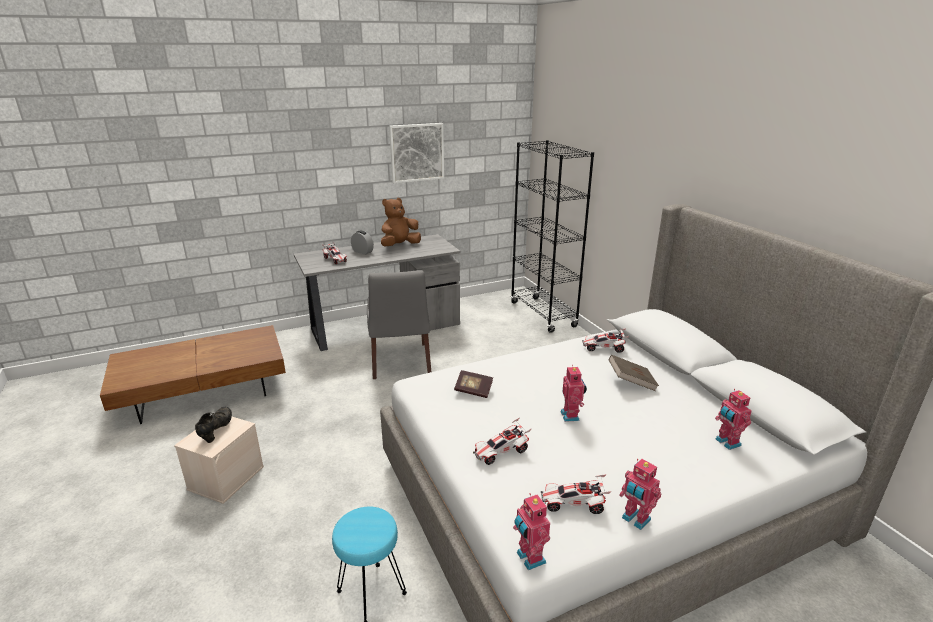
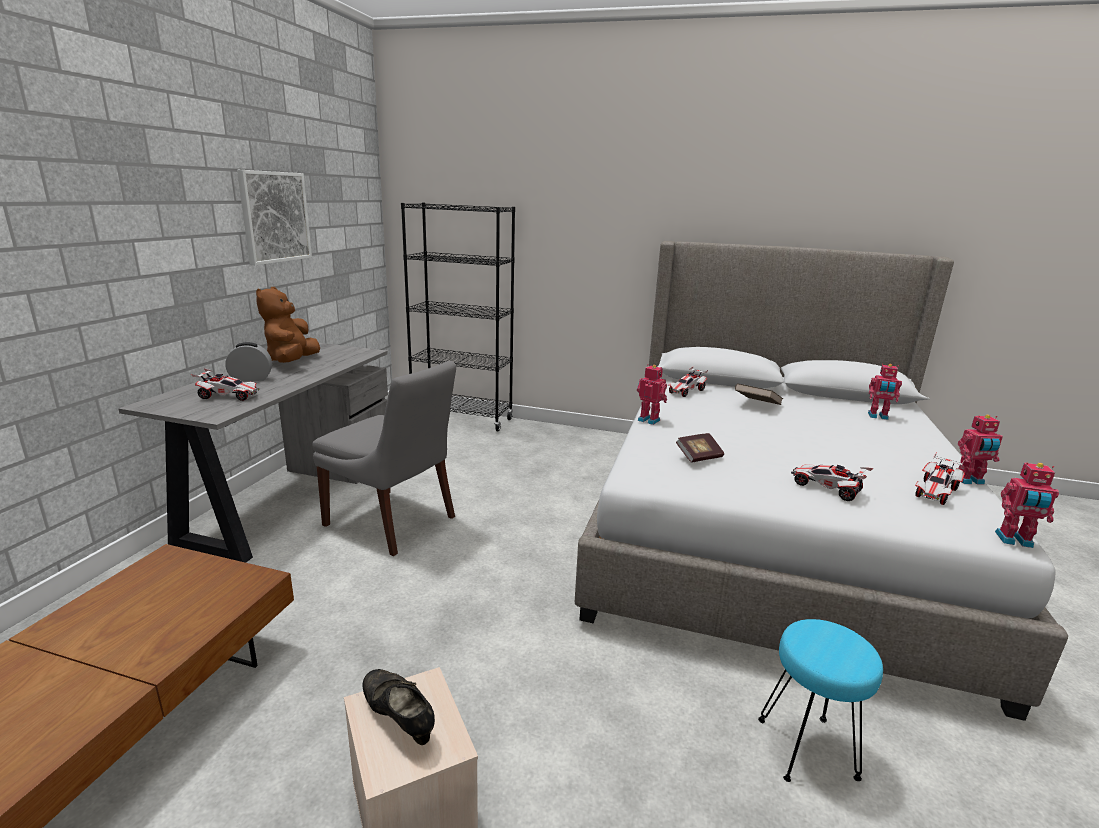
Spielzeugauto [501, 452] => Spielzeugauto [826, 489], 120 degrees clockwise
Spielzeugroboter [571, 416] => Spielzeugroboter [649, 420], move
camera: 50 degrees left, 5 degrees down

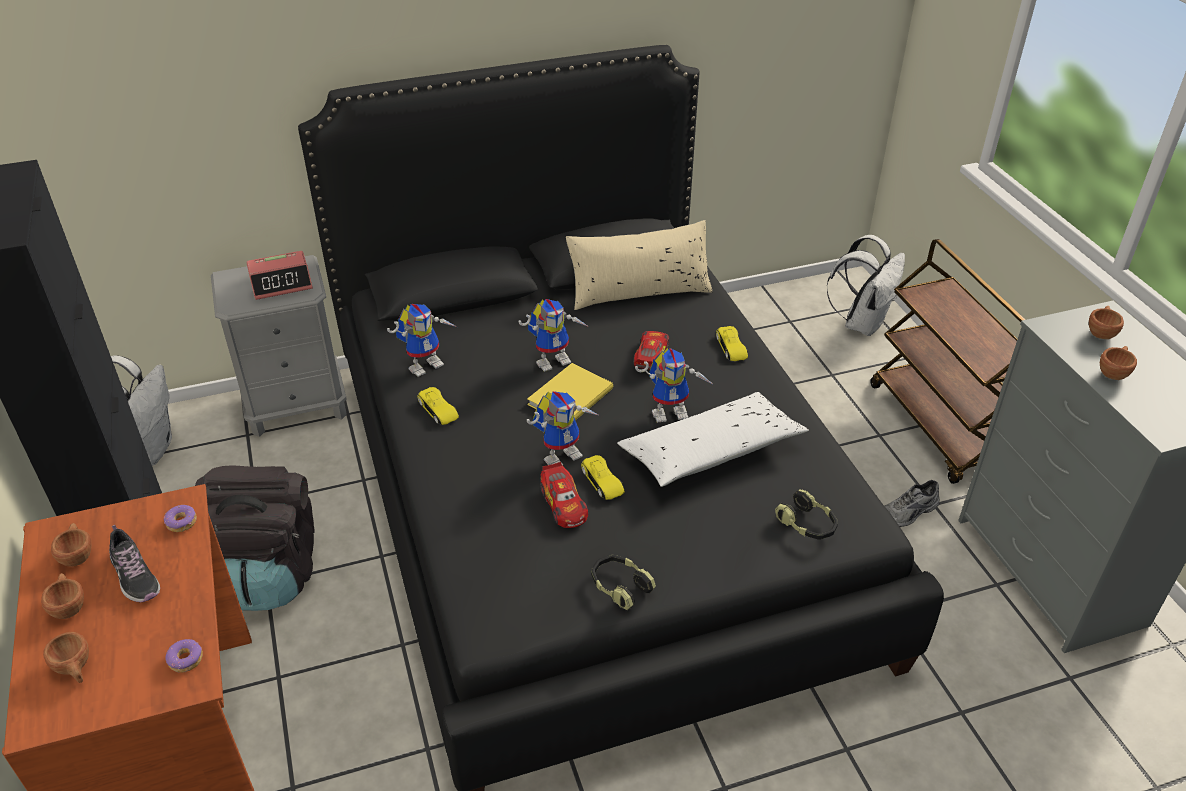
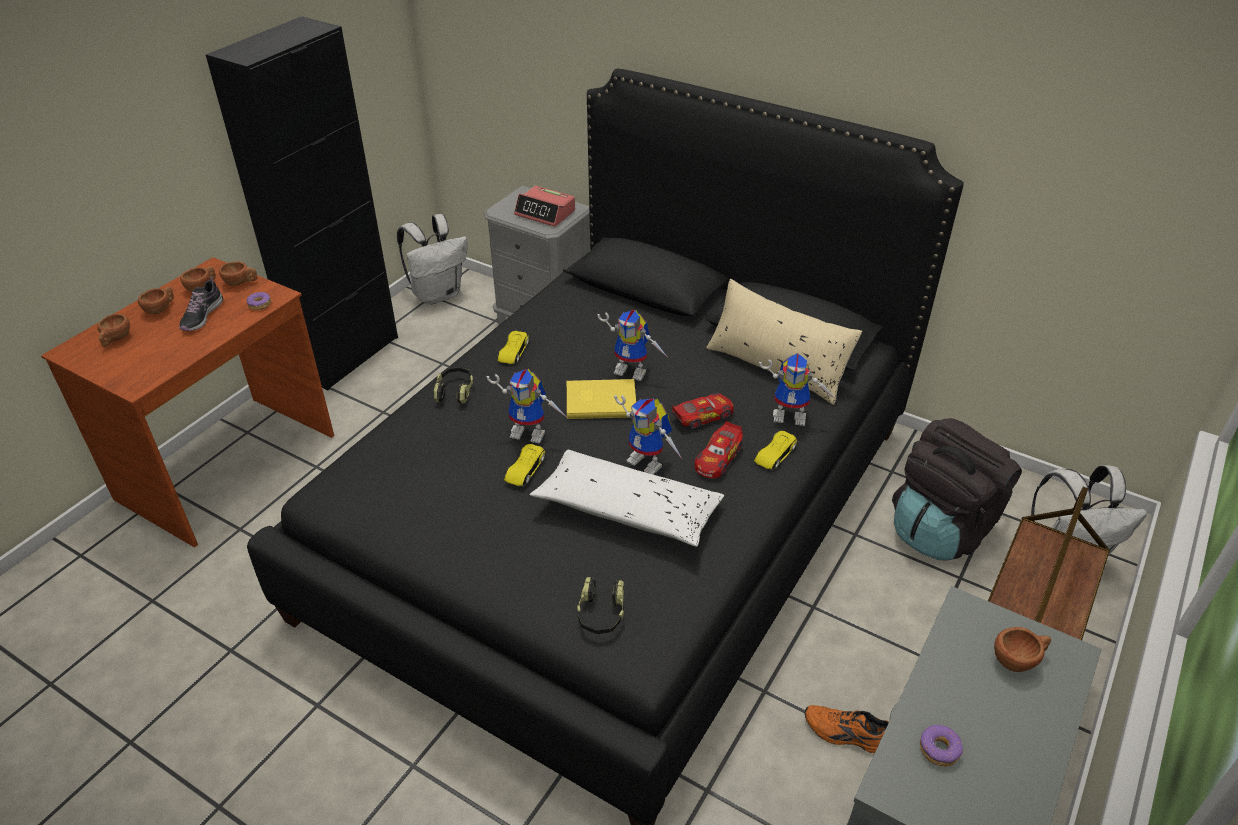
Donut [186, 659] => Donut [939, 750], move
Rucksack (schwarz) [270, 572] => Rucksack (schwarz) [941, 528], move
Spielzeugroboter [426, 363] => Spielzeugroboter [792, 415], move
Spielzeugauto [563, 504] => Spielzeugauto [718, 458], move
Kopfhörer [620, 587] => Kopfhörer [455, 391], move
Schuh (grau) [908, 513] => Schuh (orange) [846, 735]
Tasse (braun) [1114, 372] => Tasse (braun) [241, 282], move
camera: 50 degrees right, 0 degrees up

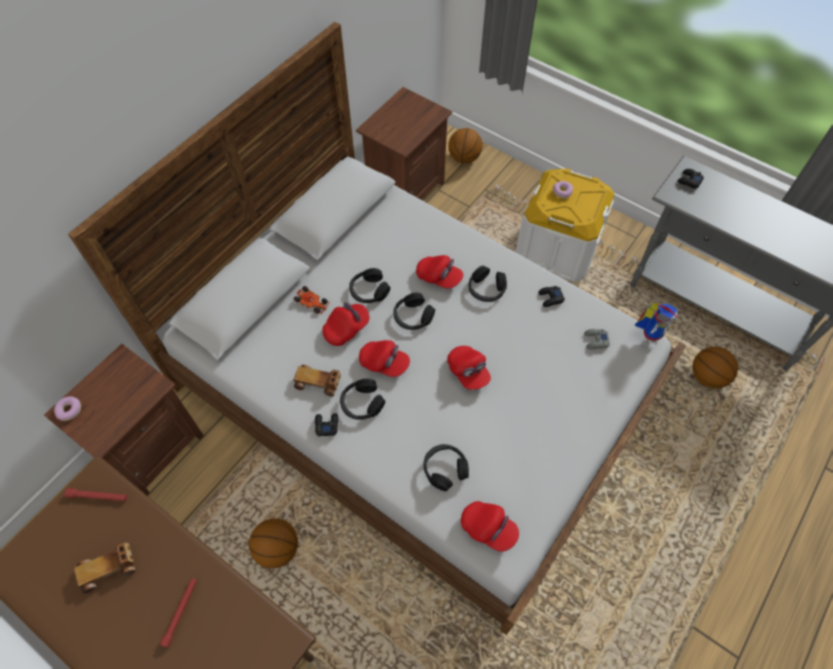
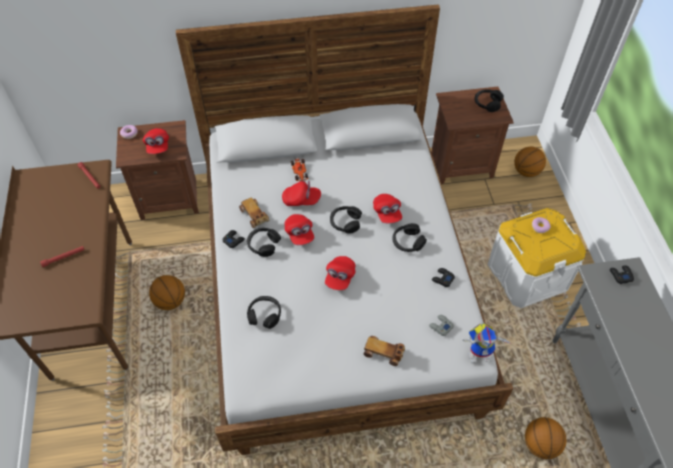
Spielzeugauto [110, 568] => Spielzeugauto [384, 353], move
Kopfhörer (schwarz) [369, 291] => Kopfhörer (schwarz) [487, 103], move
Kappe (rot) [488, 529] => Kappe (rot) [158, 146], move
camera: 45 degrees right, 5 degrees down

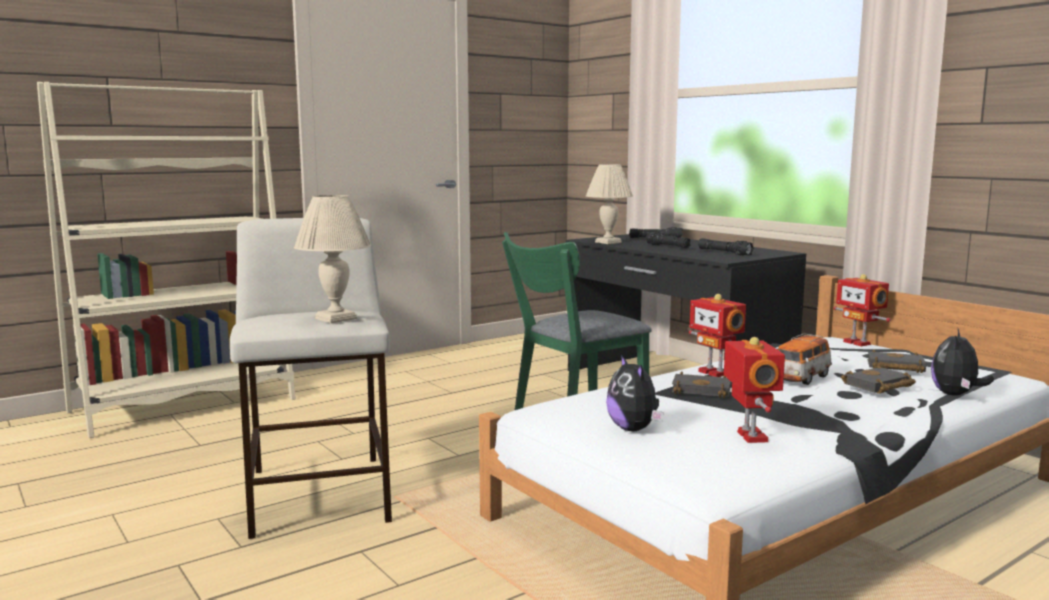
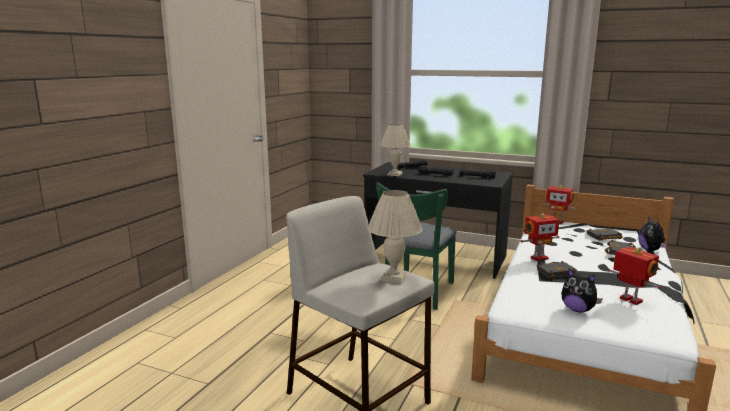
Bücherregal (beige) [184, 406] => nothing
Spielzeugroboter [714, 373] => Spielzeugroboter [538, 258], 45 degrees counterclockwise
Spielzeugauto [800, 378] => nothing
camera: 30 degrees left, 5 degrees up

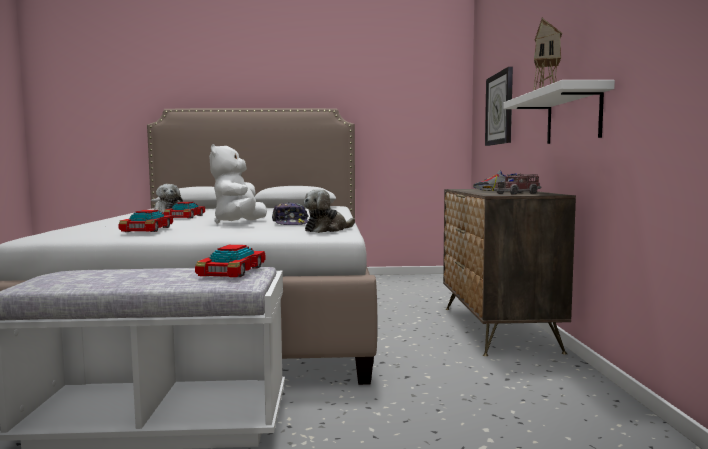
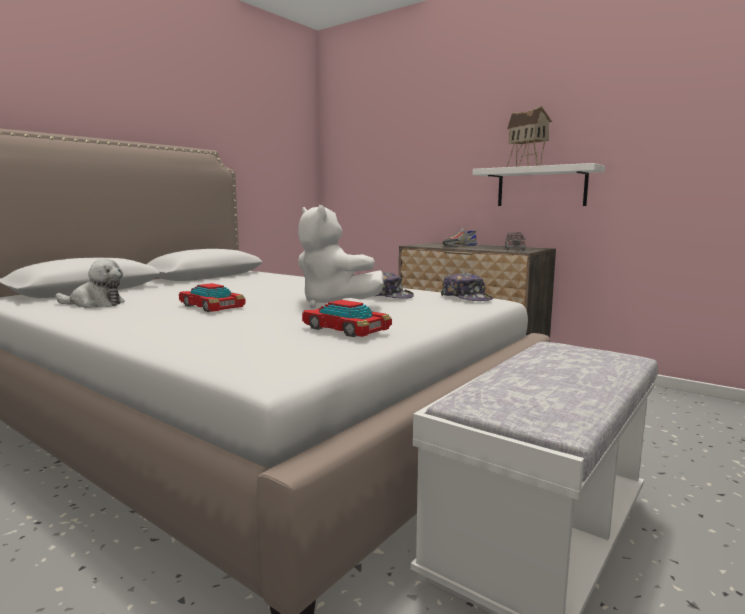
Spielzeugauto [233, 271] => nothing
Plüschtier [327, 230] => Kappe [466, 298]
Wanduhr [499, 109] => nothing
camera: 50 degrees left, 5 degrees up

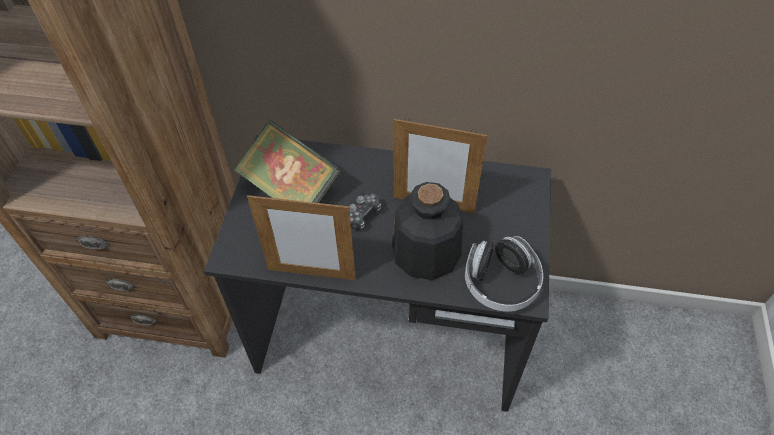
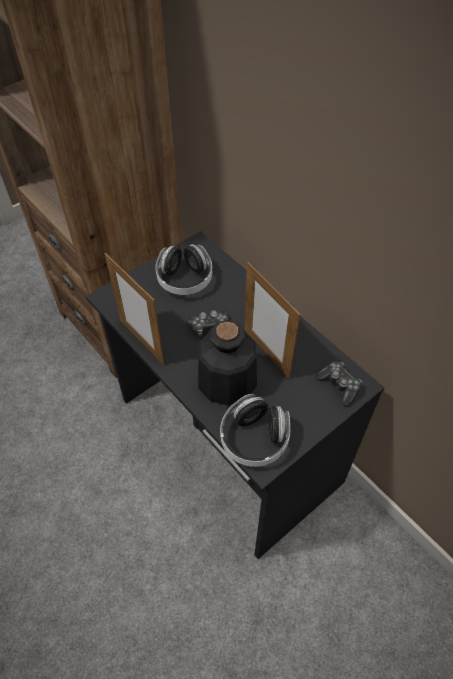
Buch [291, 189] => Kopfhörer [185, 280]
nothing => Gamepad [339, 386]
camera: 40 degrees right, 0 degrees up

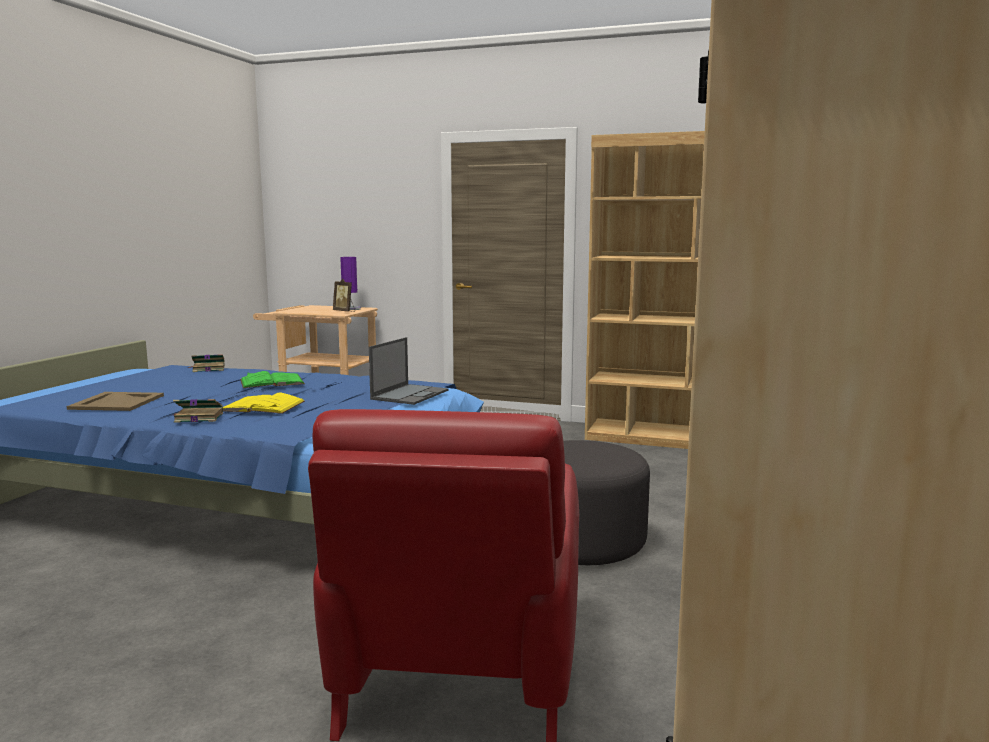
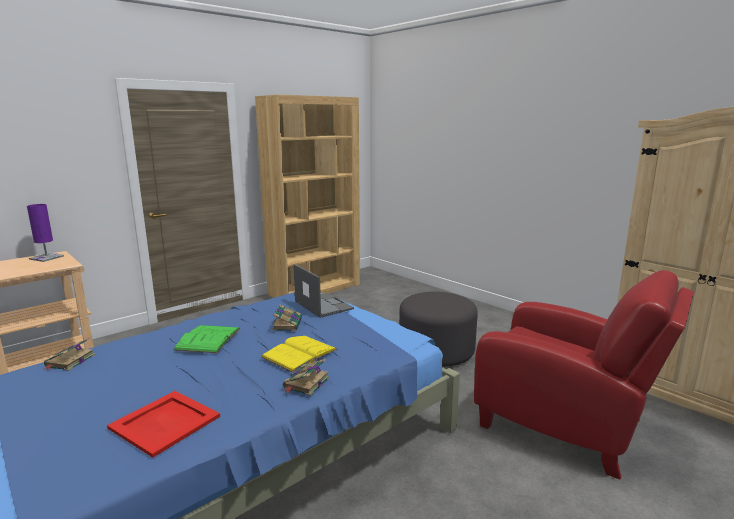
Tablett (beige) [117, 402] => Tablett (rot) [166, 422]
Bilderrahmen [344, 311] => nothing
nothing => Buch [287, 324]
camera: 60 degrees left, 5 degrees up

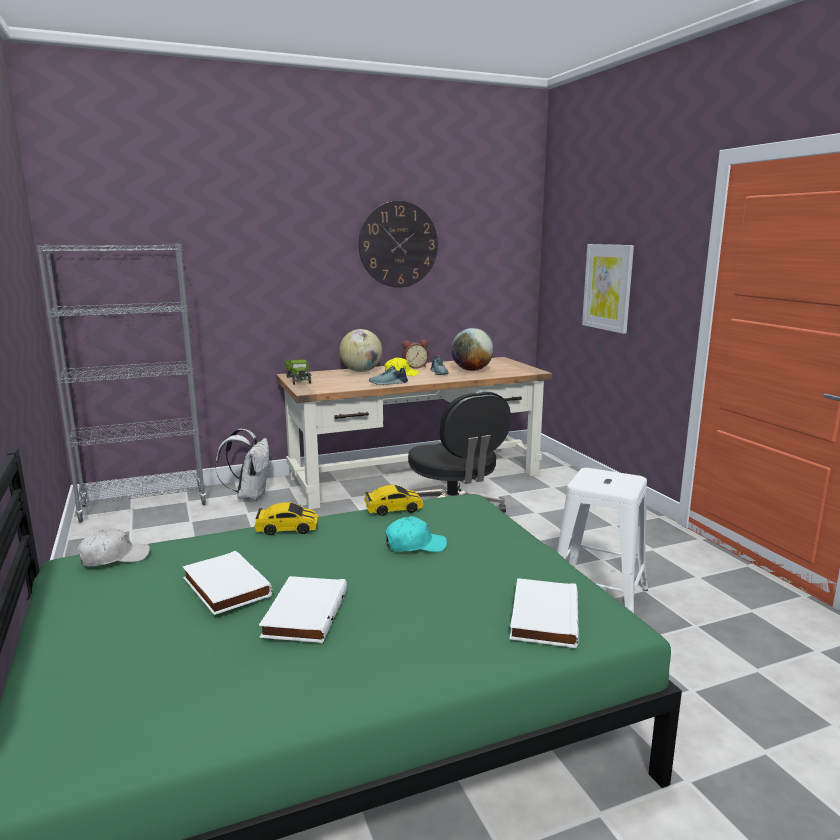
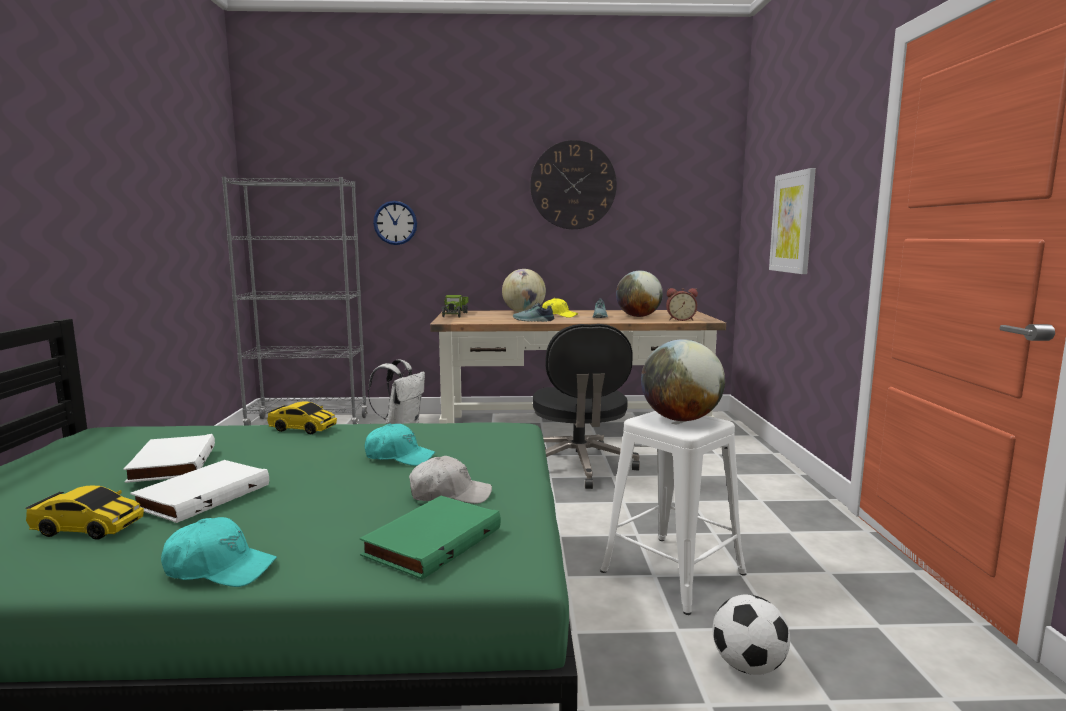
Kappe (weiß) [114, 557] => Kappe (weiß) [449, 495], move
Spielzeugauto [393, 509] => Spielzeugauto [88, 528], move
Wecker [414, 367] => Wecker [680, 319], move
Buch (weiß) [542, 616] => Buch (grün) [431, 541]
nothing => Kappe (türkis) [219, 569]
nothing => Wanduhr [395, 223]
nothing => Globus [681, 419]
nothing => Fußball [748, 666]
camera: 20 degrees right, 5 degrees down

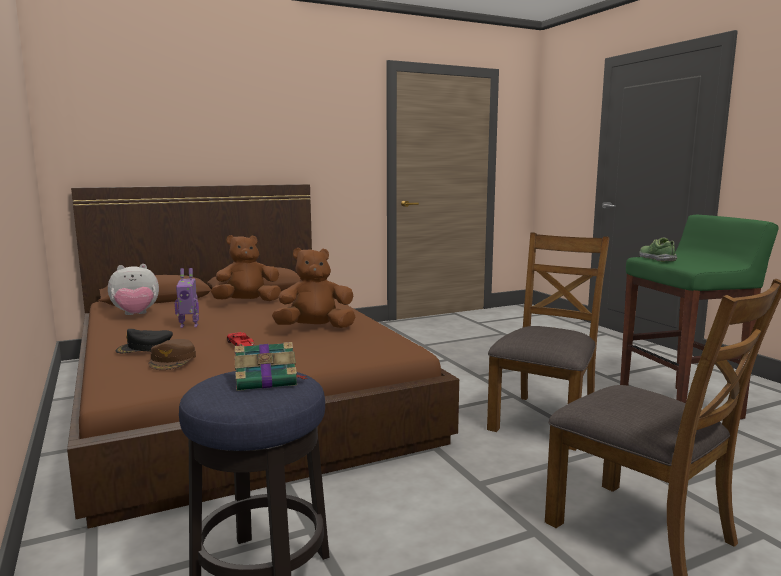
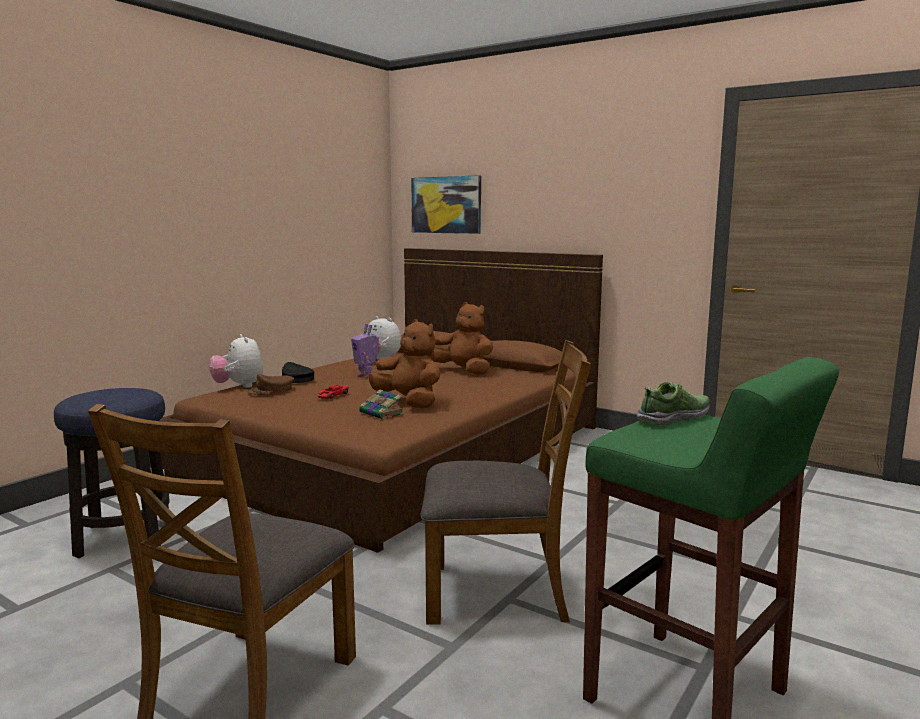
Buch [268, 380] => Buch [382, 413], move
nothing => Plüschtier [238, 386]
nothing => Bild [446, 205]
camera: 60 degrees right, 0 degrees up

